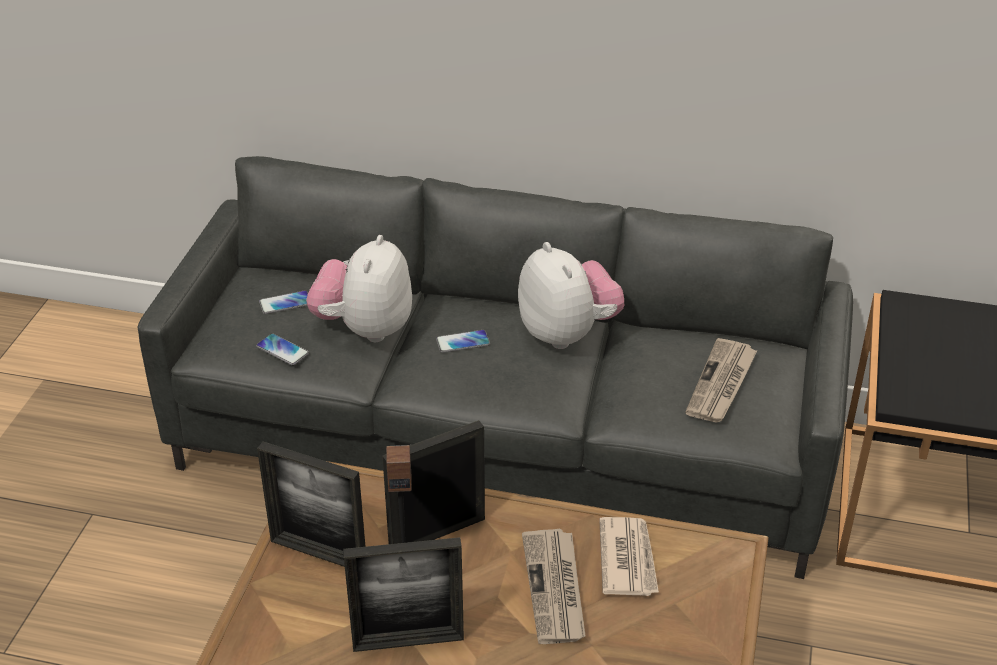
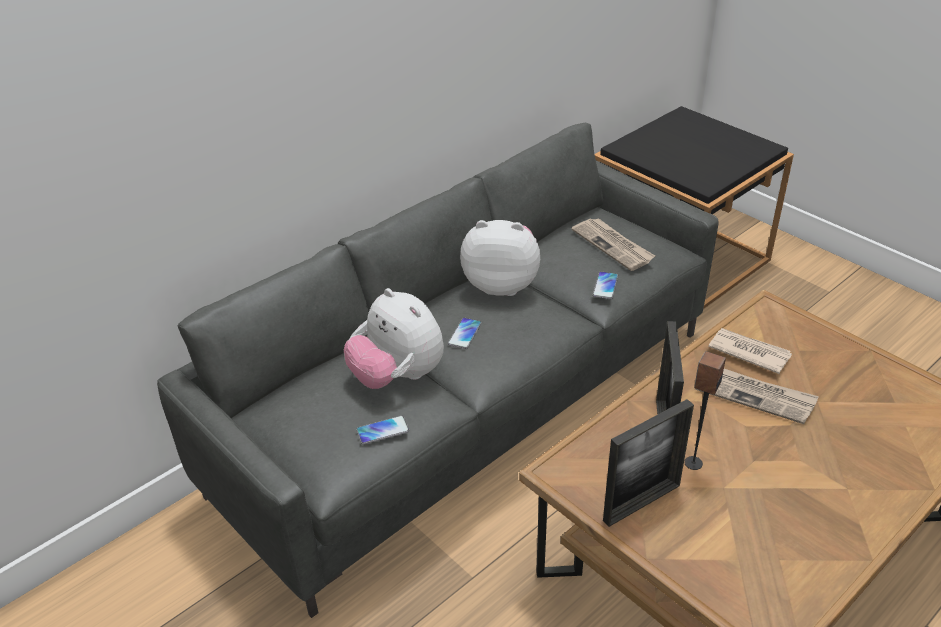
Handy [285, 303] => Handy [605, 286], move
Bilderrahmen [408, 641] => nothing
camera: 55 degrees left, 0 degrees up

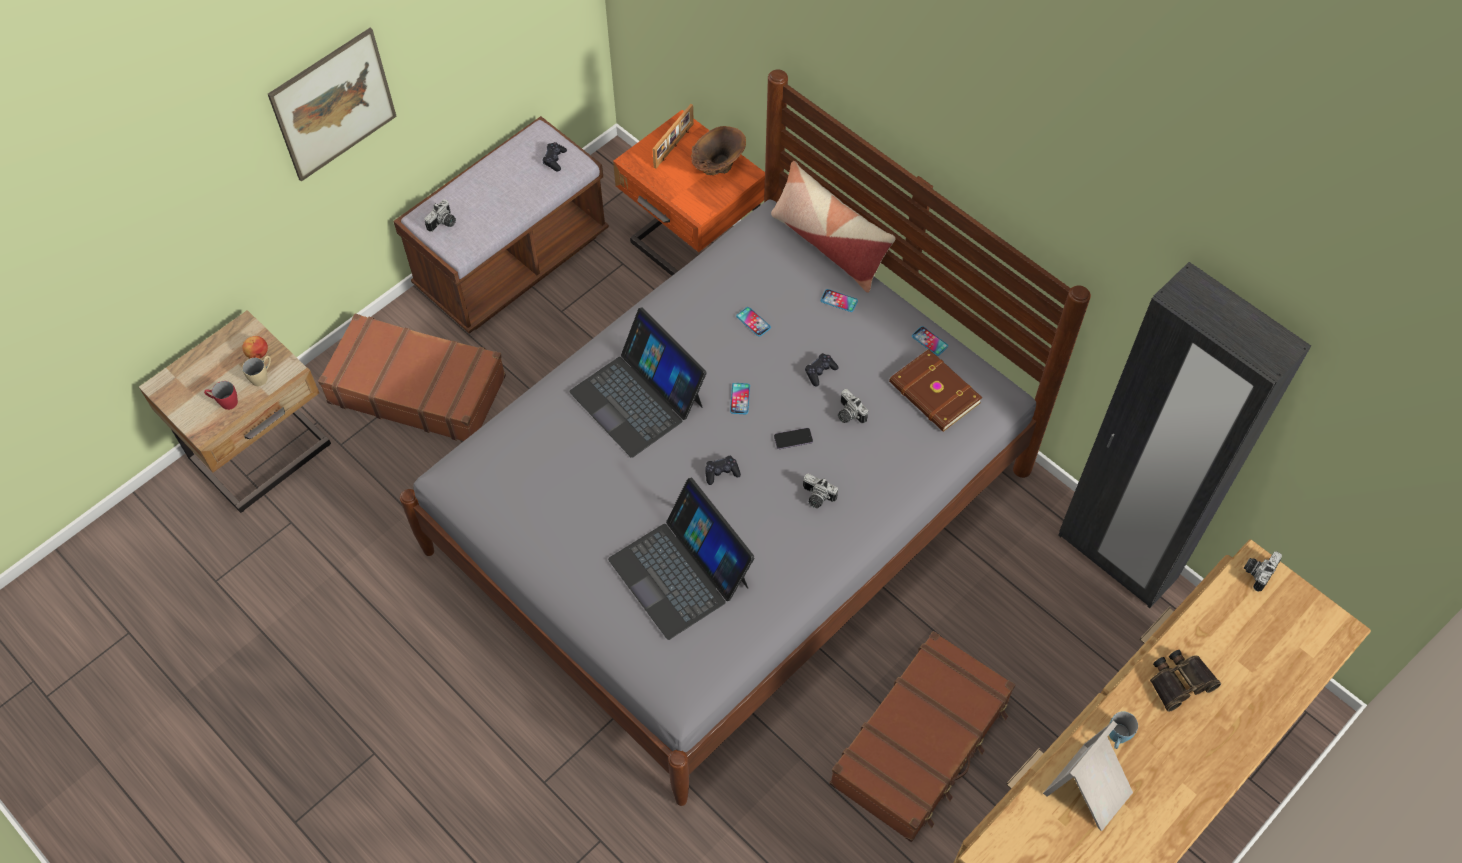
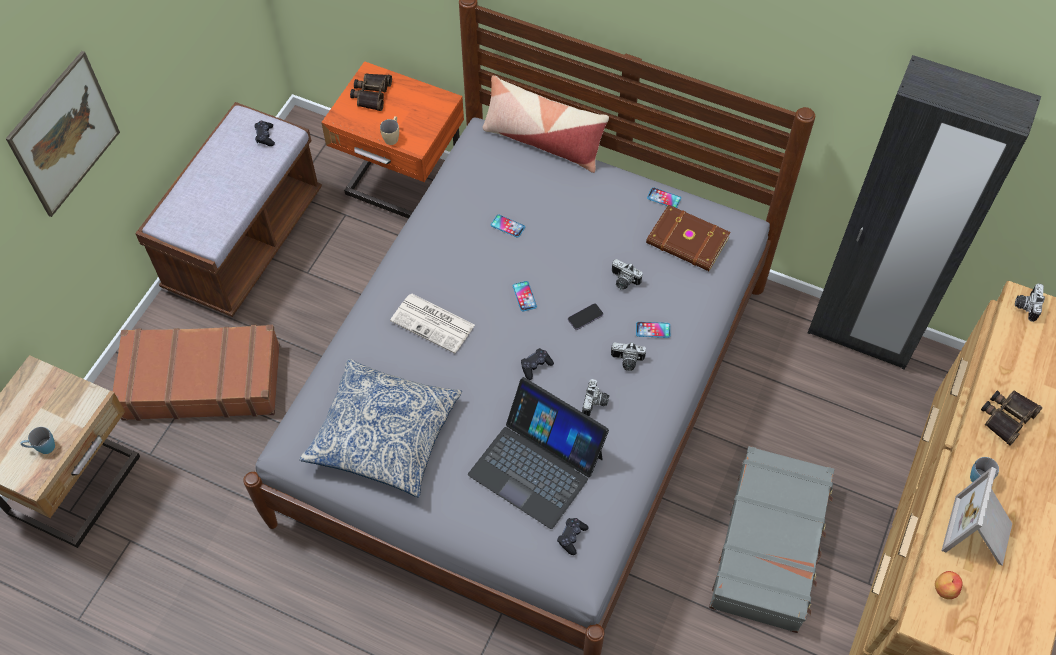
Henkelbecher (rot) [225, 402] => Henkelbecher (blau) [42, 448]
Apfel [257, 353] => Apfel [944, 589], move
Henkelbecher (beige) [262, 376] => Henkelbecher (beige) [392, 136], move
Kamera [444, 223] => Kamera [596, 403], move
Laptop [638, 398] => Zeitung [434, 323]
Bilderrahmen [674, 146] => Fernglas [371, 94]
Vase (braun) [717, 168] => nothing
Gamepad (schwarz) [820, 372] => Gamepad (schwarz) [571, 537], move
Handy [839, 301] => Handy [653, 330], move
Koffer (braun) [921, 743] => Koffer (grau) [770, 545]
nothing => Kissen [383, 434]
camera: 20 degrees left, 0 degrees up

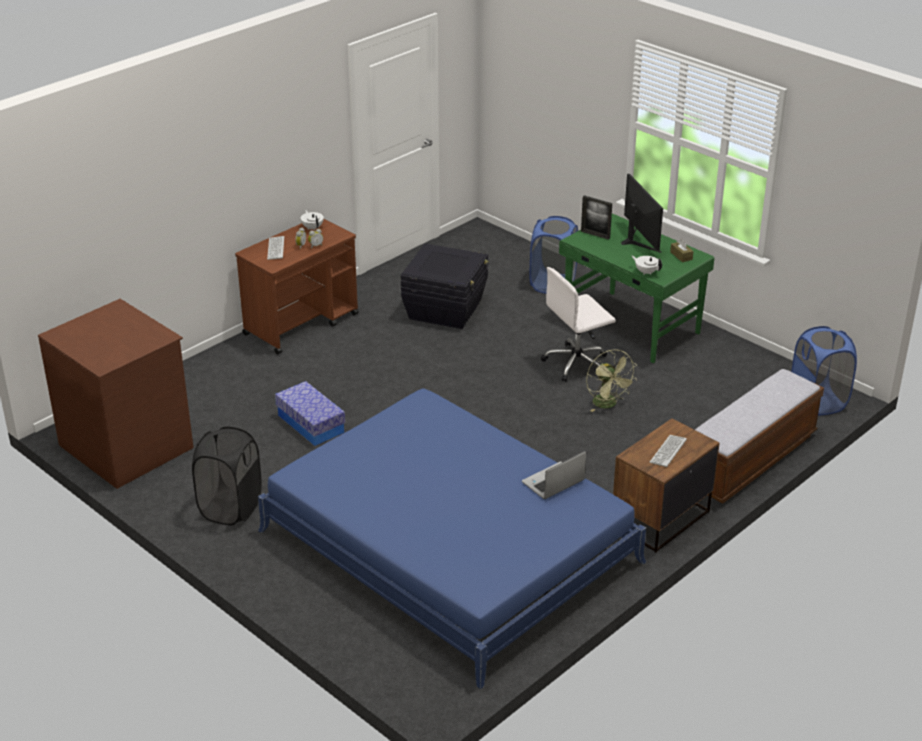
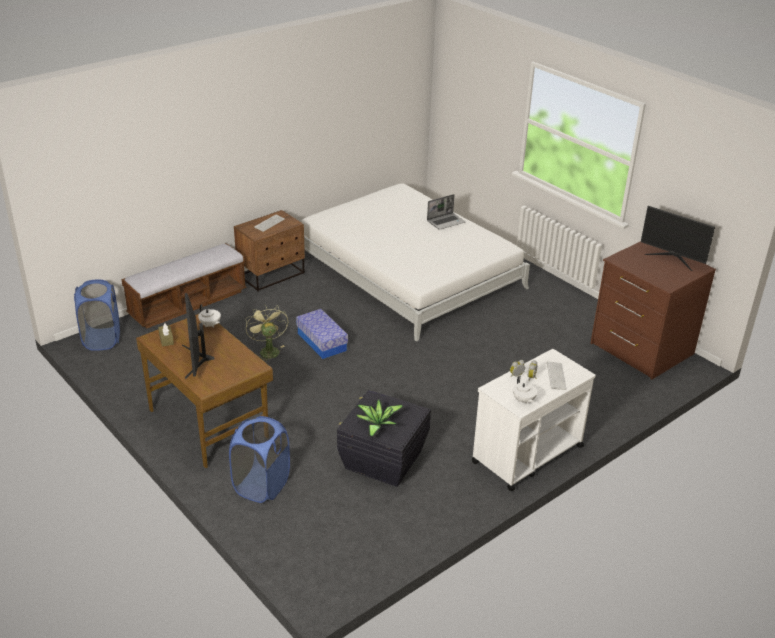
Wäschekorb (schwarz) [230, 508] => nothing
Rollwagen (braun) [302, 324] => Rollwagen (weiß) [527, 454]
Bett (blau) [449, 546] => Bett (weiß) [408, 271]
Aufbewahrungsbox [310, 424] => Aufbewahrungsbox [322, 342], move
Laptop [553, 483] => Laptop [446, 222], move
Bürostuhl (weiß) [577, 363] => nothing
Schreibtisch (grün) [631, 327] => Schreibtisch (braun) [208, 422]
Bilderrahmen [595, 234] => nothing
nothing => Topfpflanze [377, 424]
nothing => Monitor [672, 258]
camera: 175 degrees left, 0 degrees up

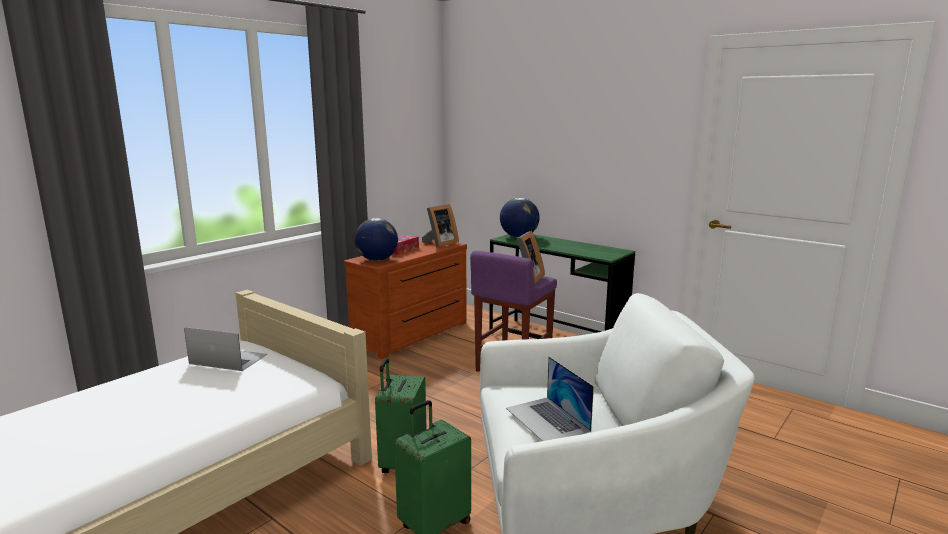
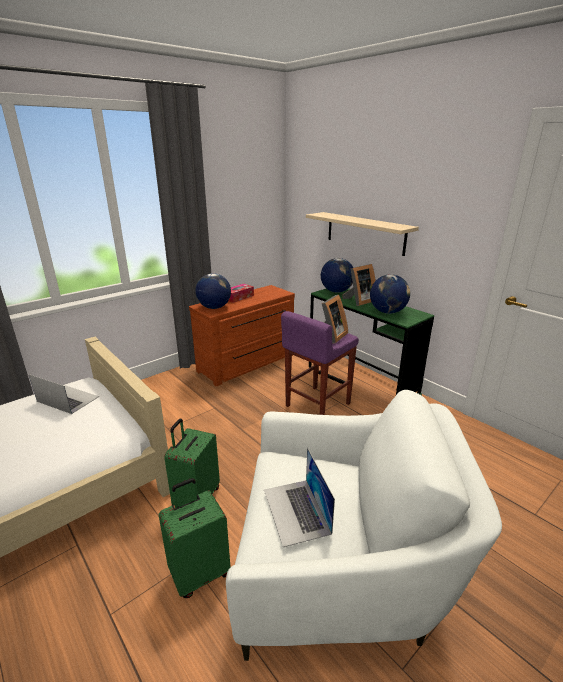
Bilderrahmen [440, 243] => Bilderrahmen [359, 301], move
nothing => Wandregal (beige) [365, 233]
nothing => Globus [387, 312]
camera: 10 degrees right, 10 degrees up

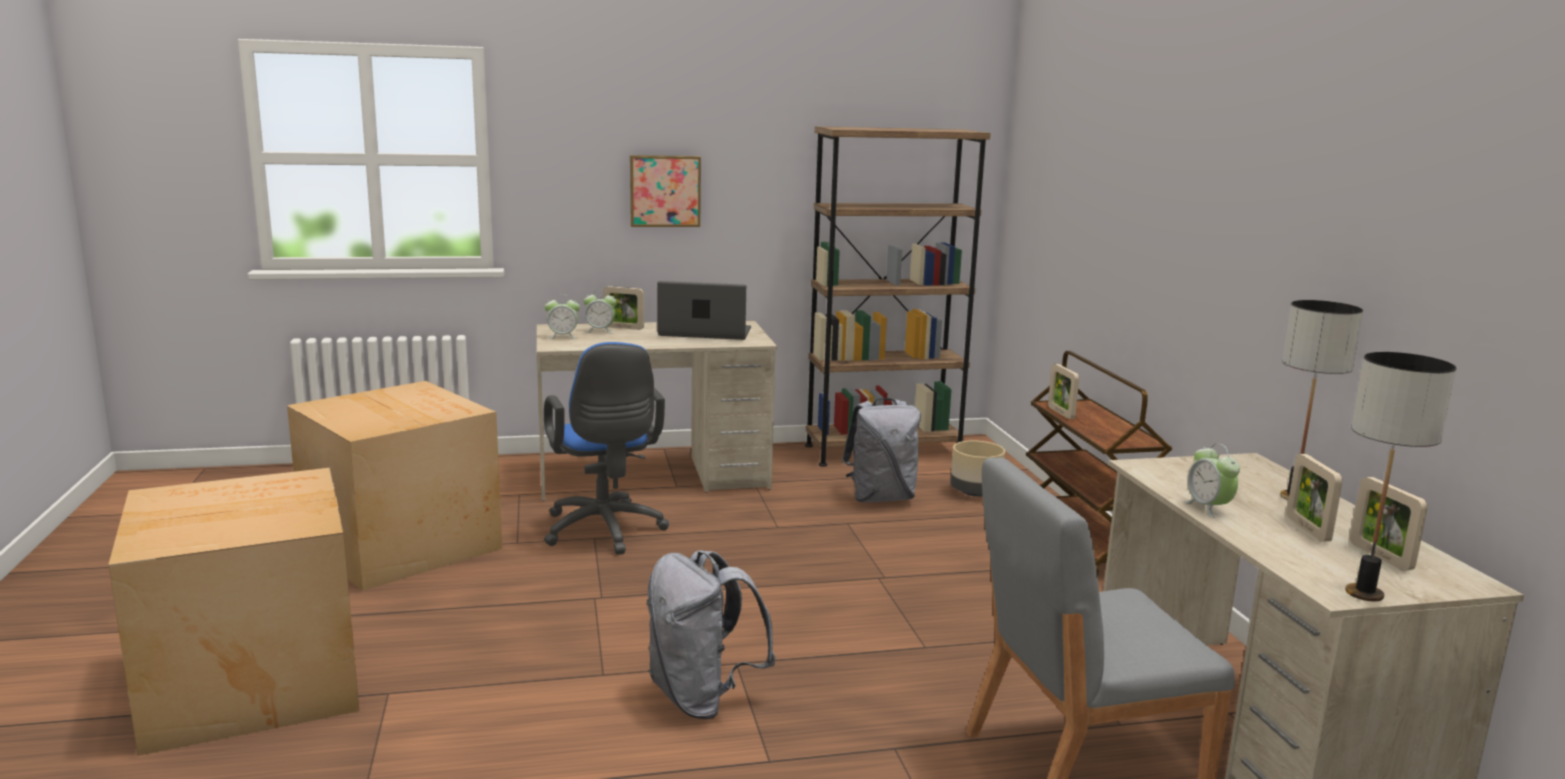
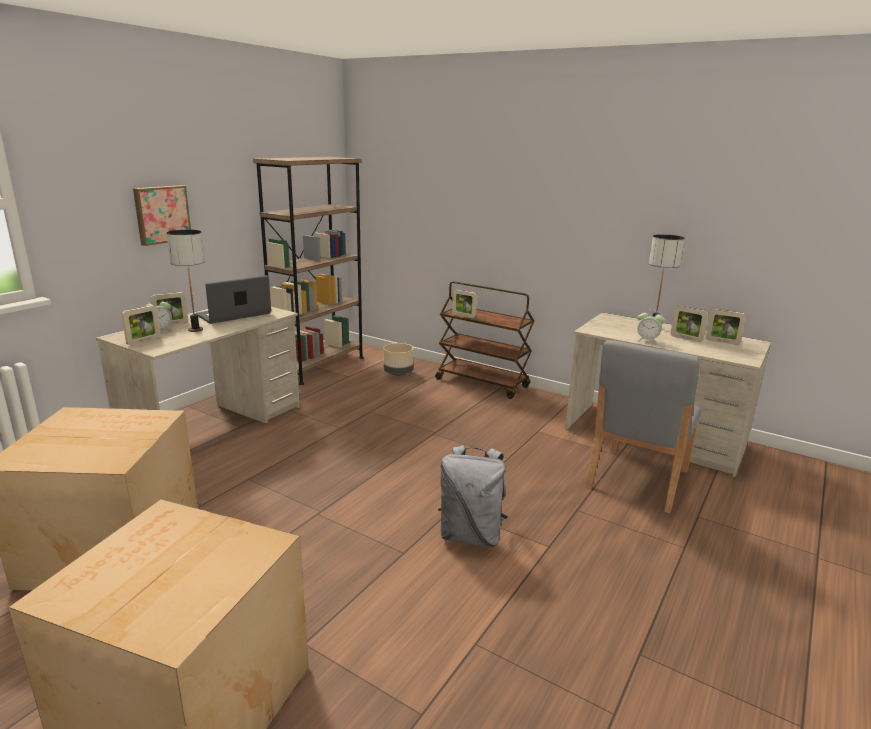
Bürostuhl (blau) [605, 532] => nothing
Wecker [563, 336] => Bilderrahmen [144, 341]
Rucksack (grau) [881, 498] => nothing
Tischlampe [1365, 594] => Tischlampe [195, 330], move
camera: 45 degrees left, 5 degrees up

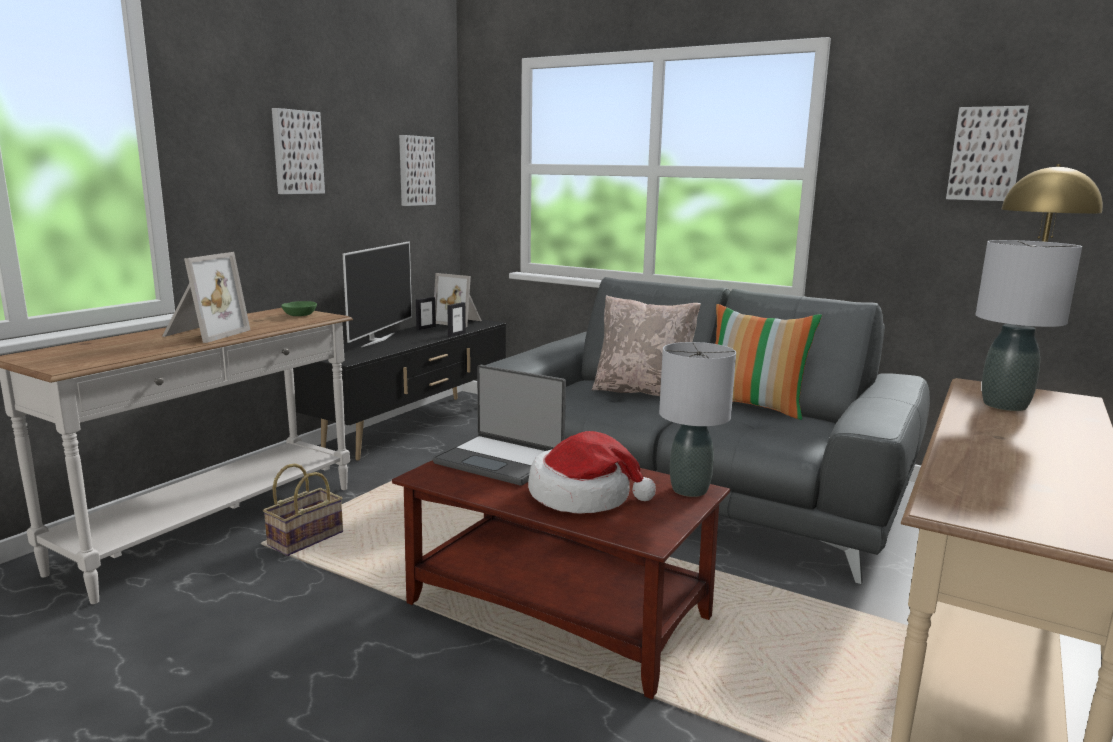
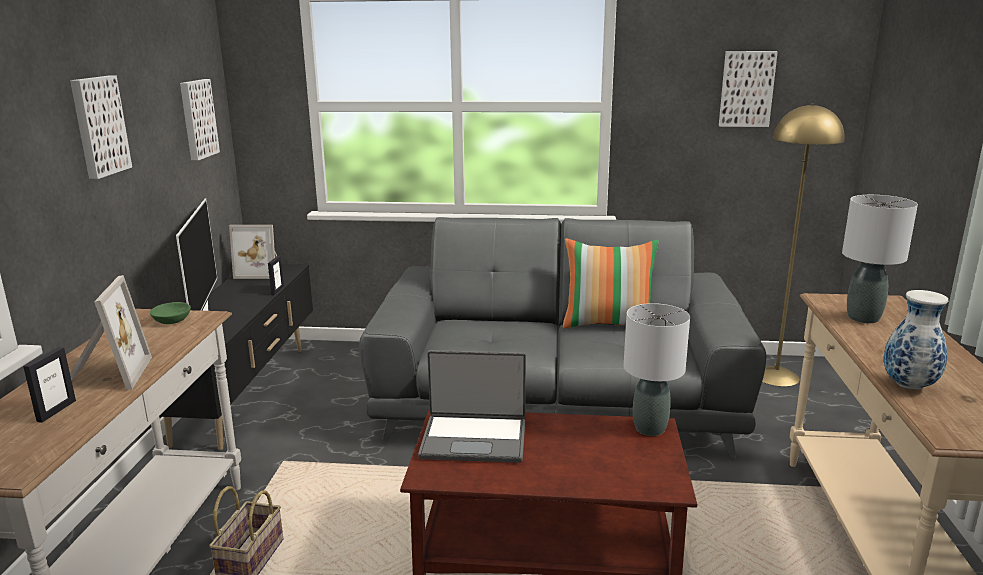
Bilderrahmen [426, 328] => Bilderrahmen [56, 411], move
Hut [583, 496] => nothing
Kissen (beige) [643, 392] => nothing
nothing => Vase [907, 385]
camera: 25 degrees left, 5 degrees up

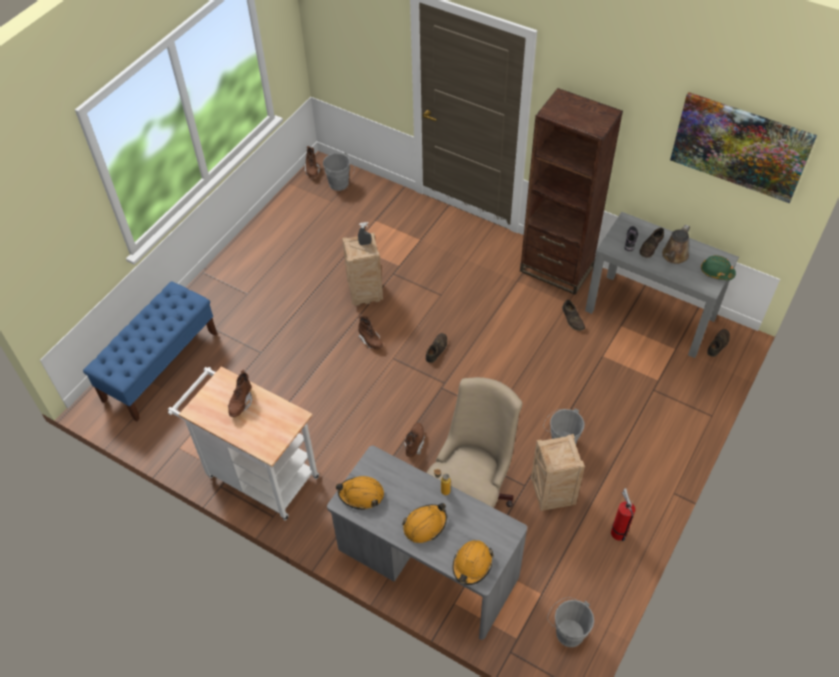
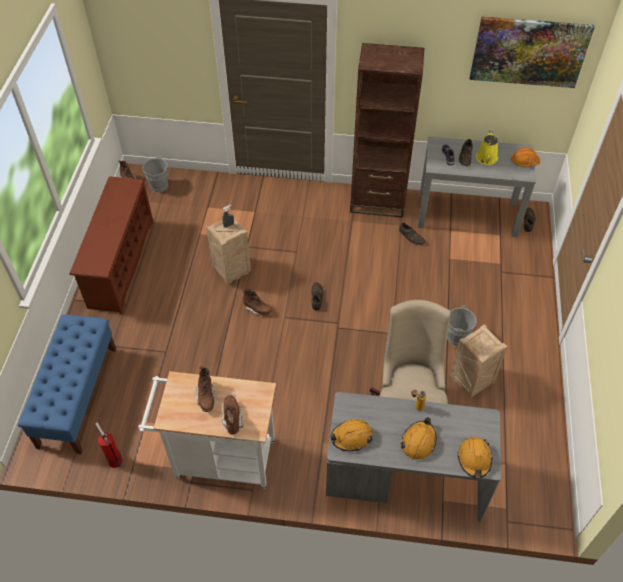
Stiefel (braun) [414, 443] => Stiefel (braun) [232, 418], move
Eimer (grau) [567, 631] => nothing
Feuerlöscher [618, 531] => Feuerlöscher [114, 459], move
Gießkanne (braun) [674, 256] => Gießkanne (gelb) [486, 159]
Schutzhelm (grün) [716, 272] => Schutzhelm (orange) [524, 161]
nothing => Schuhregal (braun) [120, 263]
camera: 25 degrees left, 0 degrees up

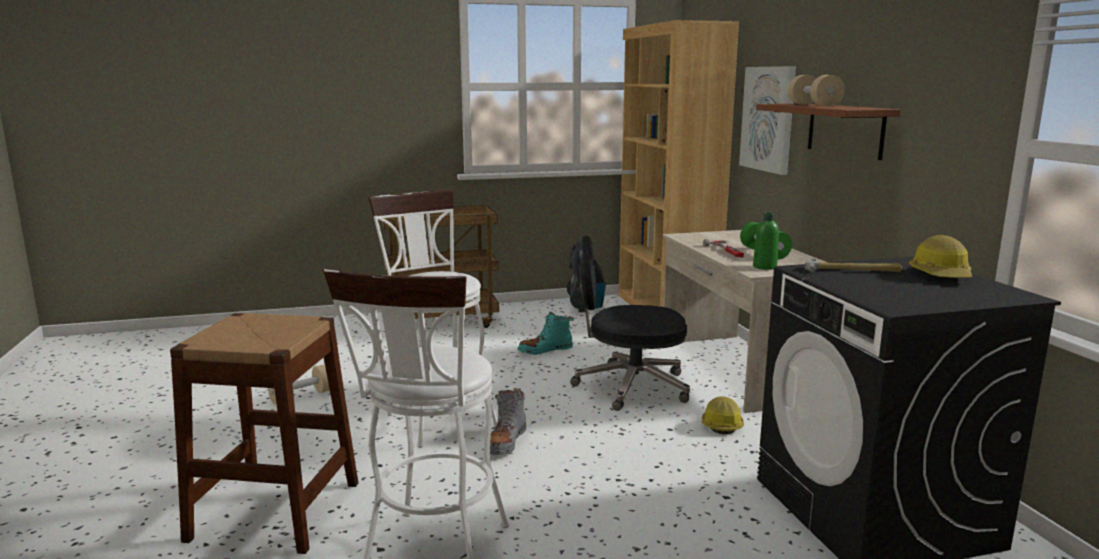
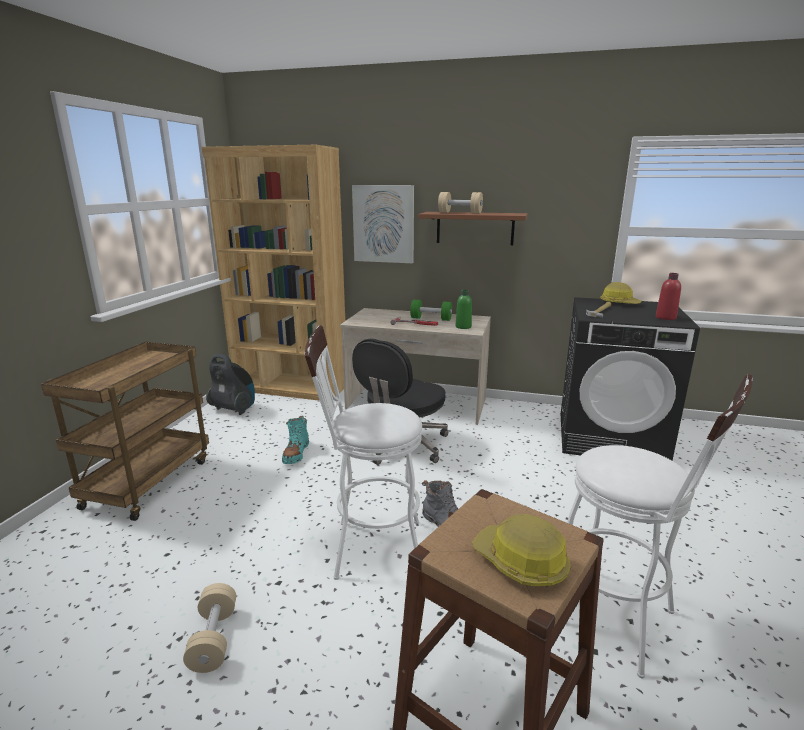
Schutzhelm [721, 424] => Schutzhelm [520, 562], move
nothing => Flasche (rot) [665, 317]
camera: 60 degrees left, 5 degrees up

